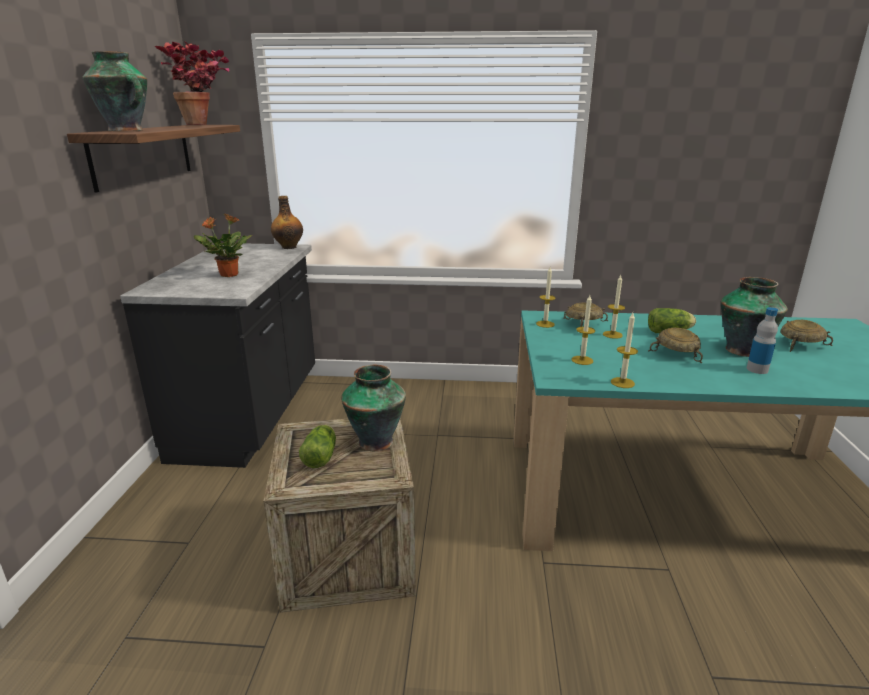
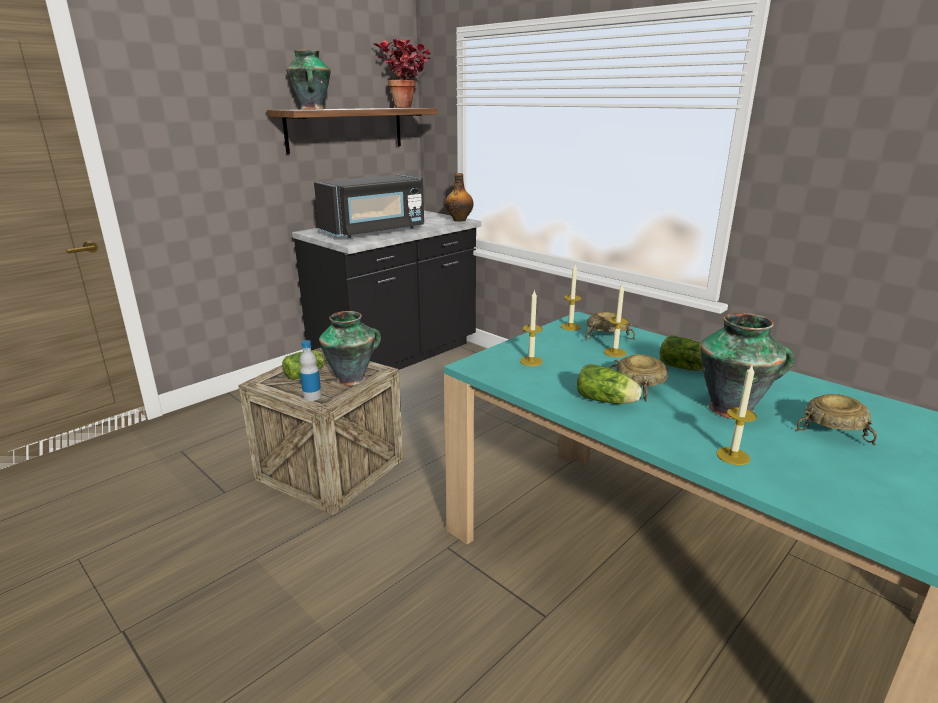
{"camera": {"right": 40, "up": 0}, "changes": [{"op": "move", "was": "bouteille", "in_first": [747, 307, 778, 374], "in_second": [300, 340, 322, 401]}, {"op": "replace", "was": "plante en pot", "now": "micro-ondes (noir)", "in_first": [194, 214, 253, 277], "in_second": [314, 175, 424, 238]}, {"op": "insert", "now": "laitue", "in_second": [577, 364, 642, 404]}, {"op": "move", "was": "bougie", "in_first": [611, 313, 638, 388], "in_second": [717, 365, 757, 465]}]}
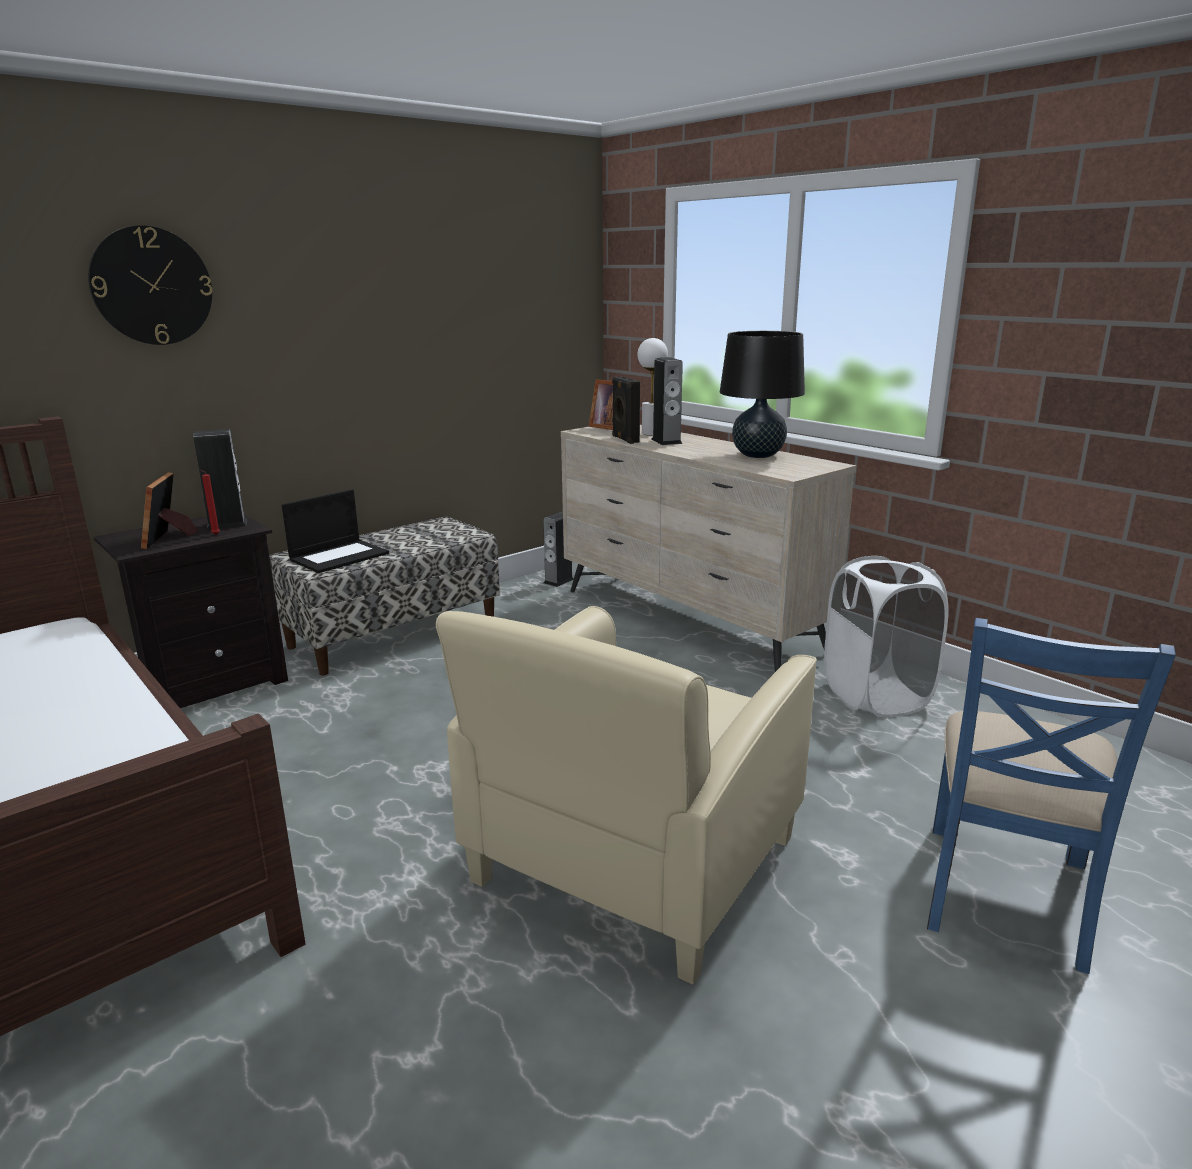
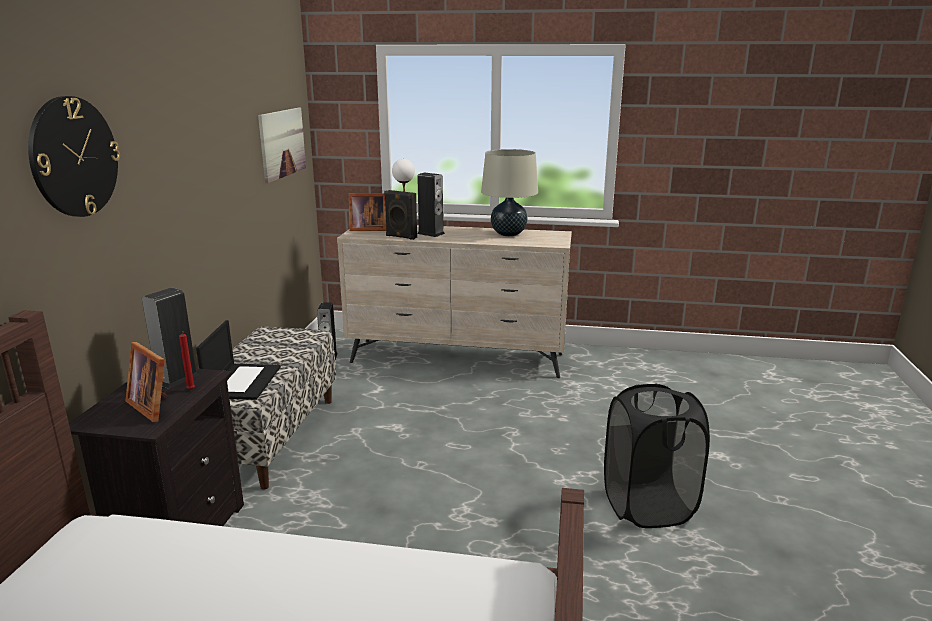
{"camera": {"right": -40, "up": 0}, "changes": [{"op": "insert", "now": "tableau", "in_second": [258, 108, 306, 183]}, {"op": "recolor", "was": "lampe de table (noir)", "now": "lampe de table (beige)", "in_first": [720, 331, 805, 458], "in_second": [481, 149, 538, 236]}, {"op": "replace", "was": "fauteuil (beige)", "now": "panier à linge (noir)", "in_first": [436, 606, 817, 985], "in_second": [604, 384, 710, 528]}, {"op": "delete", "was": "panier à linge (blanc)", "in_first": [824, 556, 949, 717]}, {"op": "delete", "was": "chaise (bleu)", "in_first": [927, 618, 1176, 974]}]}
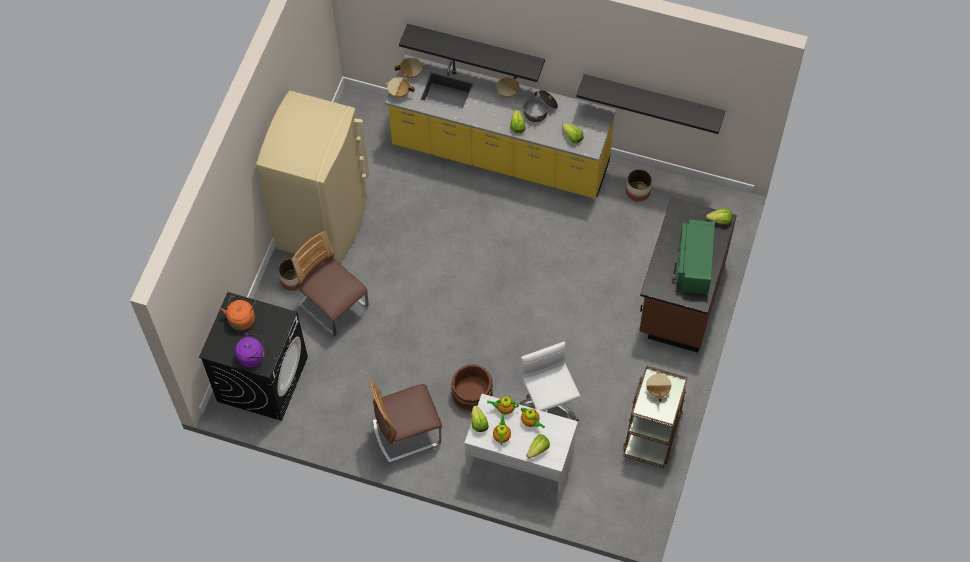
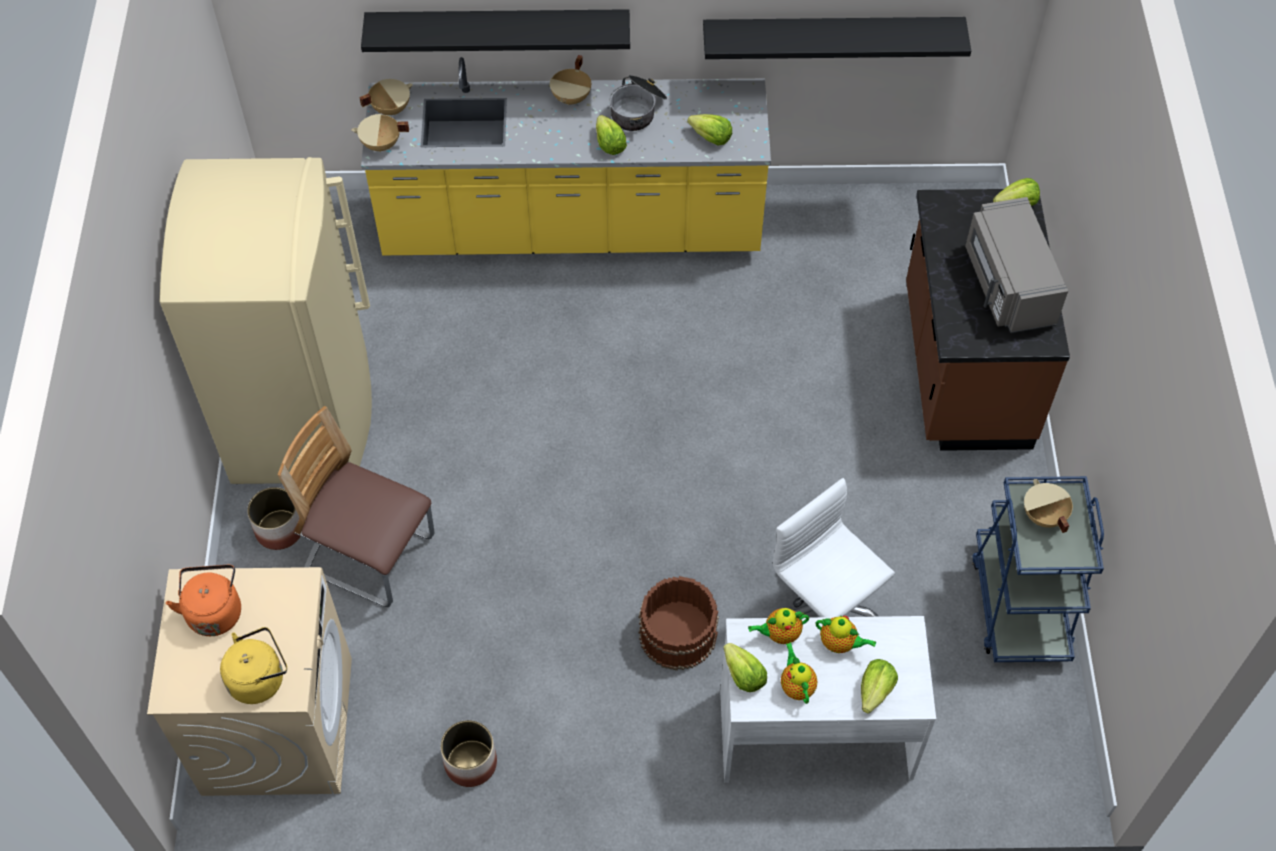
{"camera": {"right": -20, "up": -5}, "changes": [{"op": "recolor", "was": "lave-linge (noir)", "now": "lave-linge (beige)", "in_first": [199, 292, 308, 421], "in_second": [147, 567, 352, 796]}, {"op": "recolor", "was": "bouilloire (violet)", "now": "bouilloire (jaune)", "in_first": [235, 332, 265, 368], "in_second": [220, 627, 287, 704]}, {"op": "move", "was": "cache-pot", "in_first": [626, 169, 652, 202], "in_second": [440, 720, 497, 787]}, {"op": "recolor", "was": "micro-ondes (vert)", "now": "micro-ondes (gris)", "in_first": [673, 220, 715, 294], "in_second": [965, 197, 1068, 333]}, {"op": "recolor", "was": "chariot (marron)", "now": "chariot (bleu)", "in_first": [623, 365, 688, 468], "in_second": [972, 476, 1104, 662]}, {"op": "delete", "was": "chaise", "in_first": [370, 379, 442, 463]}]}
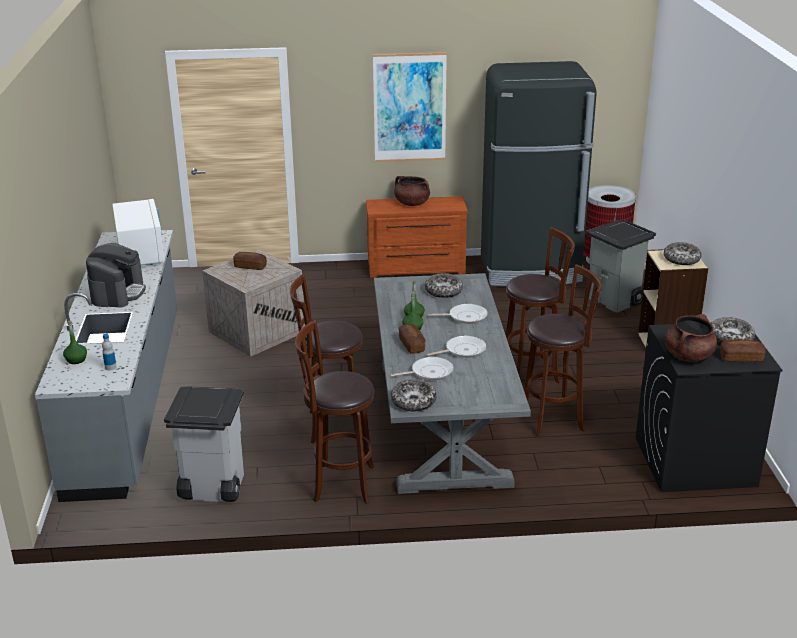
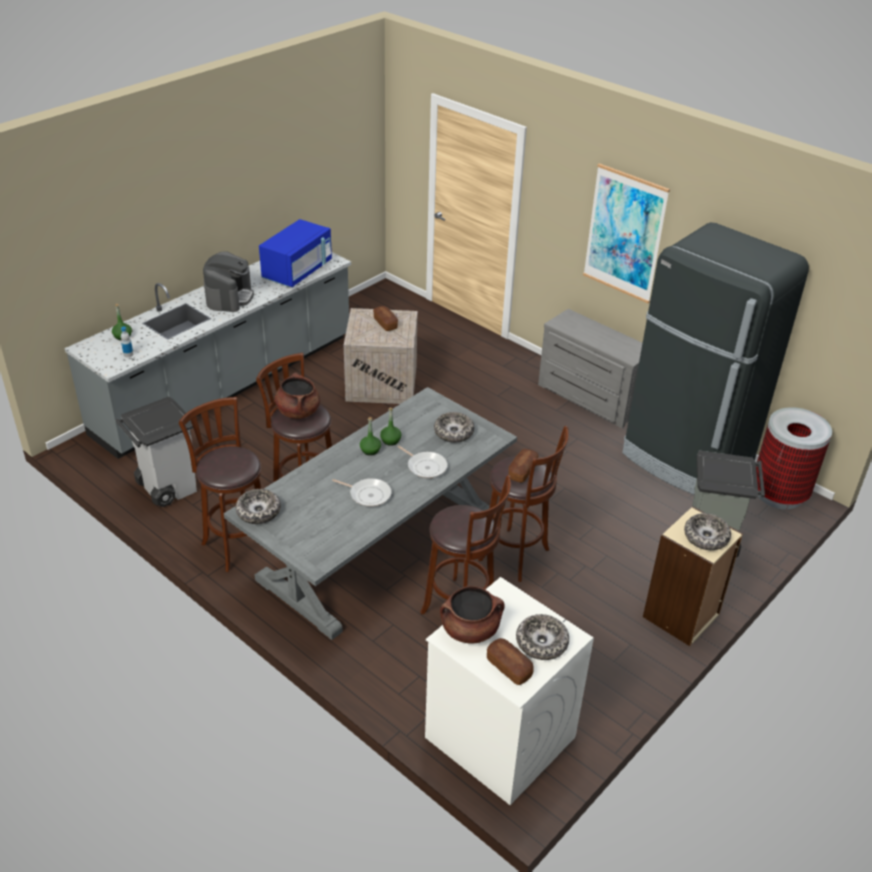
{"camera": {"right": 45, "up": 10}, "changes": [{"op": "rotate", "was": "machine à café", "in_first": [86, 243, 146, 308], "in_second": [203, 251, 254, 312], "clockwise": -45}, {"op": "recolor", "was": "micro-ondes (blanc)", "now": "micro-ondes (bleu)", "in_first": [112, 199, 165, 266], "in_second": [259, 219, 332, 287]}, {"op": "move", "was": "marmite (marron)", "in_first": [394, 176, 430, 206], "in_second": [275, 373, 320, 419]}, {"op": "recolor", "was": "lave-linge (noir)", "now": "lave-linge (blanc)", "in_first": [636, 322, 782, 492], "in_second": [425, 577, 594, 805]}, {"op": "move", "was": "pain", "in_first": [398, 324, 426, 354], "in_second": [508, 449, 539, 483]}, {"op": "recolor", "was": "commode (marron)", "now": "commode (gris)", "in_first": [366, 196, 468, 278], "in_second": [538, 309, 642, 428]}, {"op": "delete", "was": "poêle", "in_first": [390, 357, 454, 380]}]}
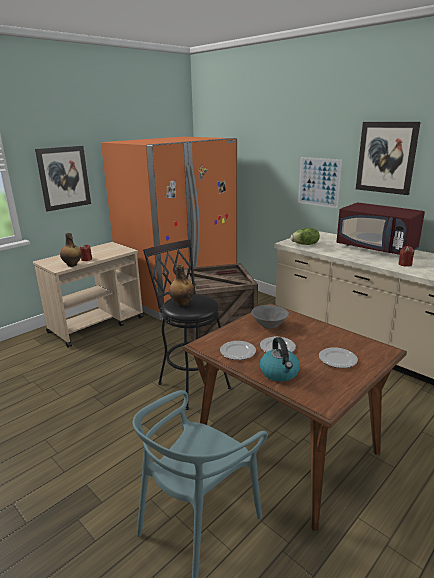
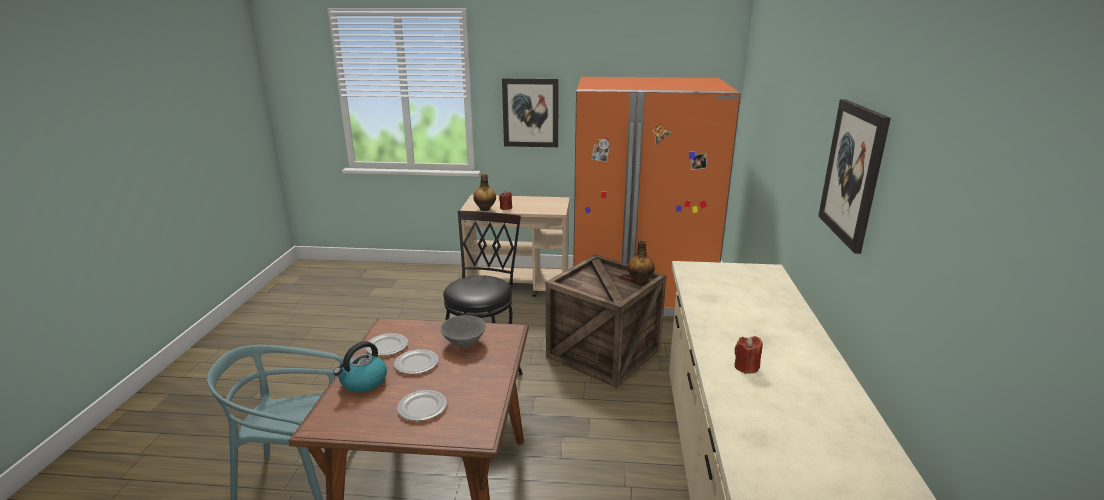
{"camera": {"right": 50, "up": 0}, "changes": [{"op": "move", "was": "bouteille", "in_first": [169, 264, 195, 307], "in_second": [627, 240, 655, 284]}, {"op": "delete", "was": "laitue", "in_first": [291, 228, 320, 245]}, {"op": "delete", "was": "tableau", "in_first": [298, 157, 342, 208]}, {"op": "delete", "was": "micro-ondes (rouge)", "in_first": [336, 202, 425, 255]}]}
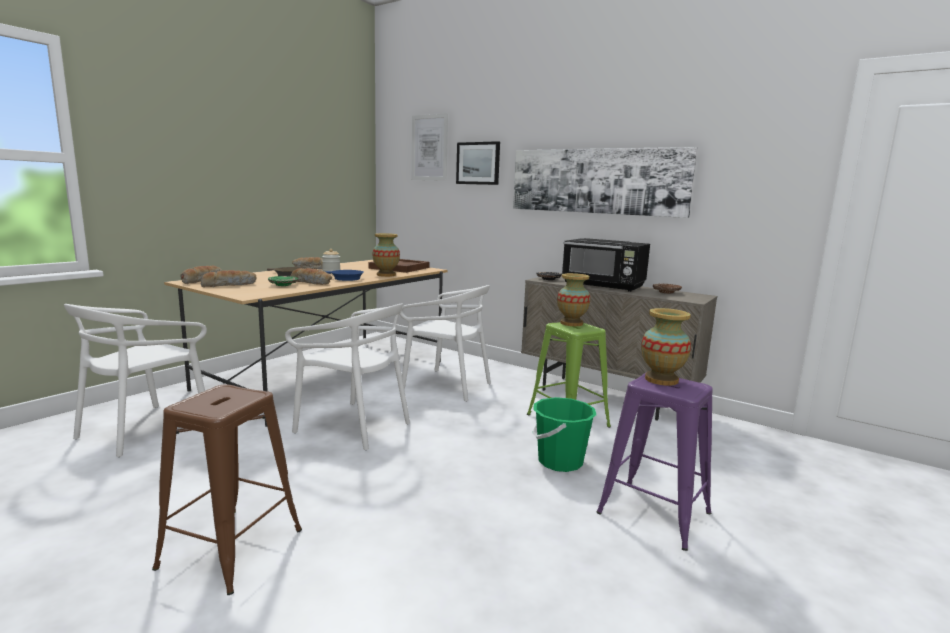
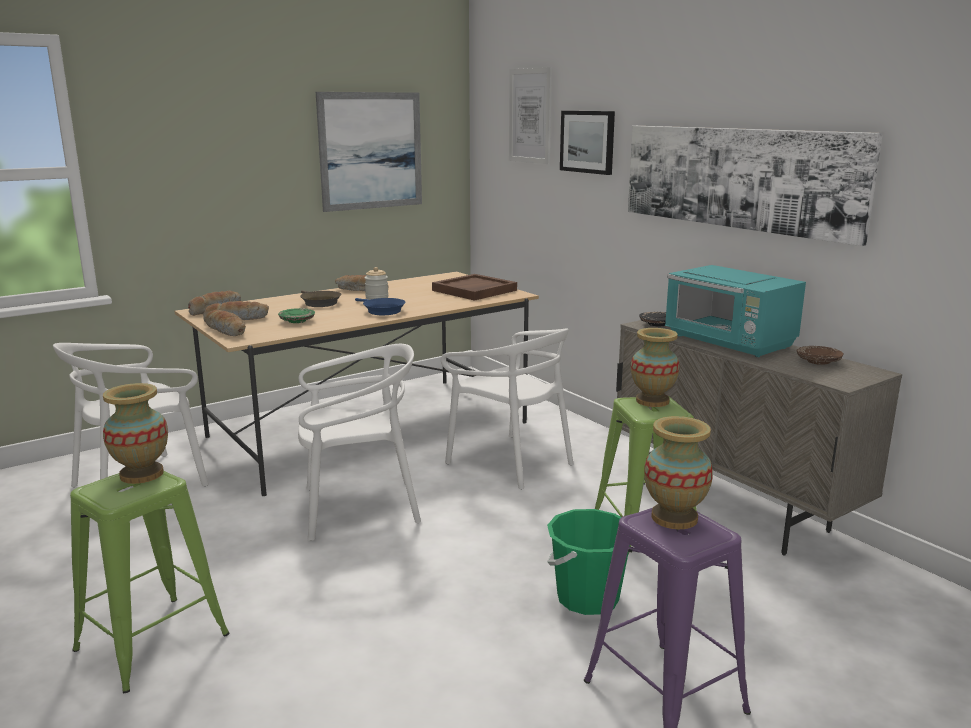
{"camera": {"right": 20, "up": 5}, "changes": [{"op": "recolor", "was": "tabouret (marron)", "now": "tabouret (vert)", "in_first": [152, 384, 302, 595], "in_second": [70, 471, 229, 693]}, {"op": "move", "was": "vase", "in_first": [372, 233, 400, 277], "in_second": [103, 383, 168, 484]}, {"op": "move", "was": "pain", "in_first": [291, 268, 332, 285], "in_second": [205, 310, 246, 336]}, {"op": "rotate", "was": "chaise (blanc)", "in_first": [285, 303, 410, 450], "in_second": [298, 344, 421, 541], "clockwise": -60}, {"op": "insert", "now": "tableau", "in_second": [316, 92, 422, 212]}, {"op": "recolor", "was": "micro-ondes (noir)", "now": "micro-ondes (turquoise)", "in_first": [562, 238, 650, 292], "in_second": [665, 265, 806, 357]}]}
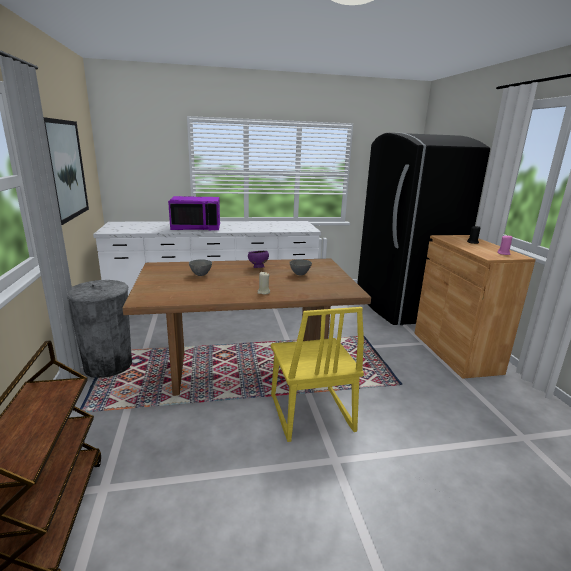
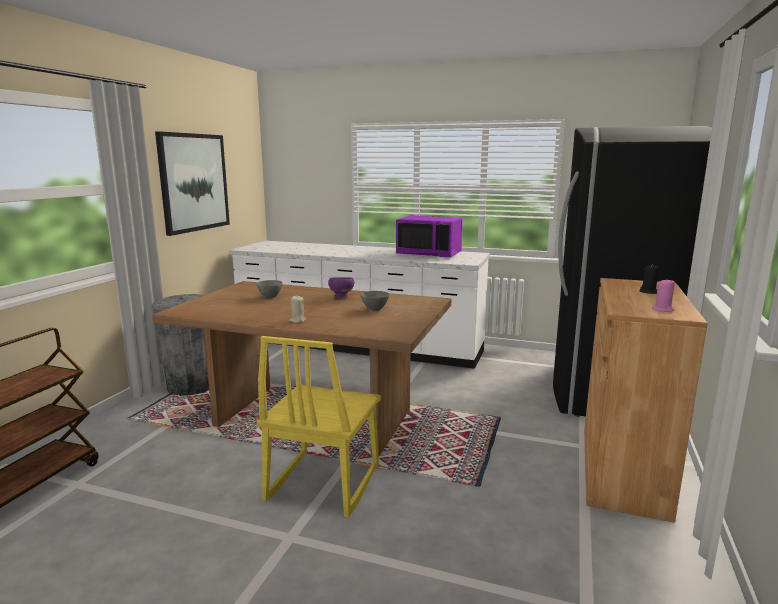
{"camera": {"right": 30, "up": -5}, "changes": [{"op": "move", "was": "micro-ondes (violet)", "in_first": [168, 196, 220, 230], "in_second": [396, 215, 462, 257]}]}
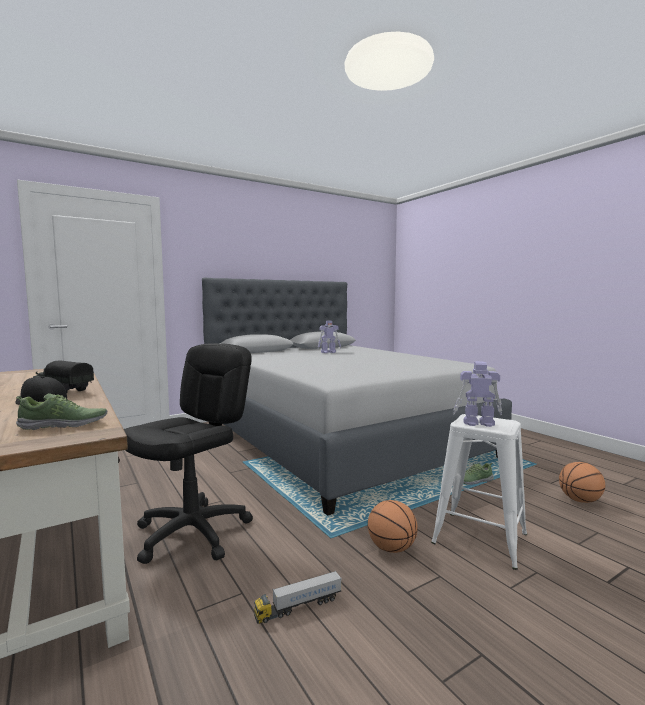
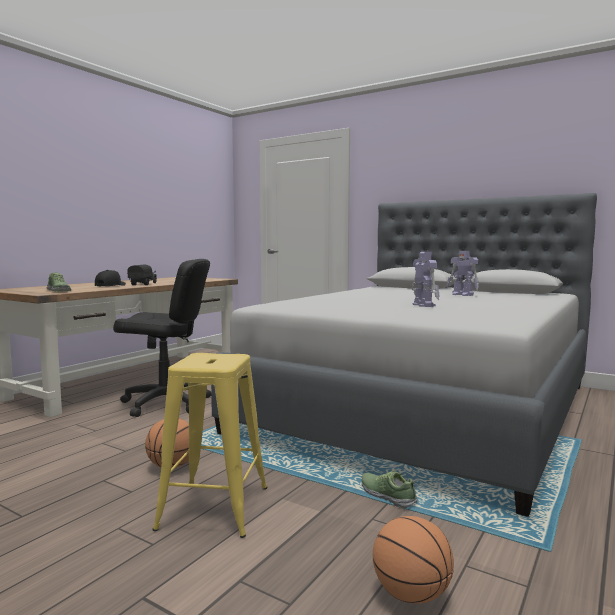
{"camera": {"right": 65, "up": 0}, "changes": [{"op": "recolor", "was": "tabouret (blanc)", "now": "tabouret (jaune)", "in_first": [431, 414, 527, 570], "in_second": [152, 353, 268, 538]}, {"op": "move", "was": "robot jouet", "in_first": [453, 361, 502, 427], "in_second": [412, 252, 440, 307]}, {"op": "delete", "was": "camion jouet", "in_first": [254, 571, 342, 624]}]}
